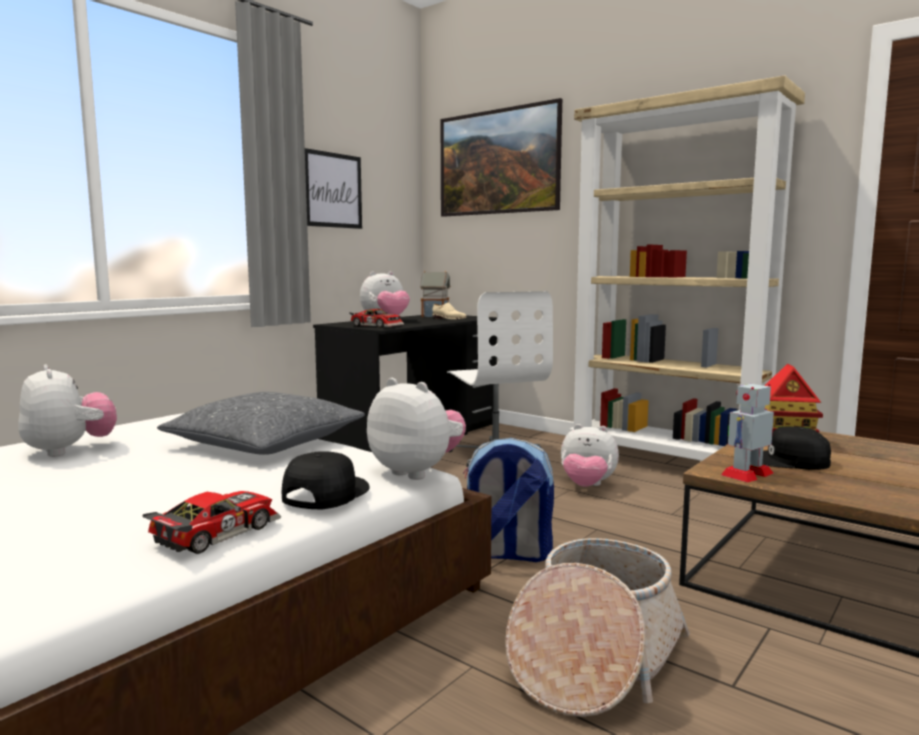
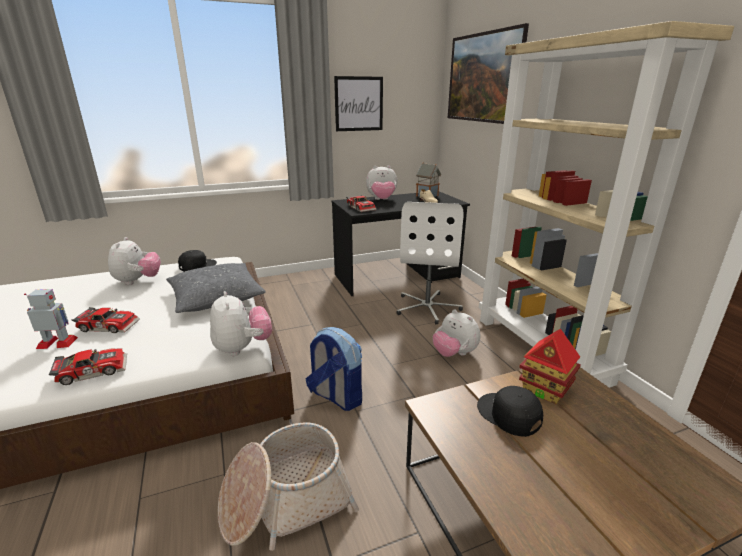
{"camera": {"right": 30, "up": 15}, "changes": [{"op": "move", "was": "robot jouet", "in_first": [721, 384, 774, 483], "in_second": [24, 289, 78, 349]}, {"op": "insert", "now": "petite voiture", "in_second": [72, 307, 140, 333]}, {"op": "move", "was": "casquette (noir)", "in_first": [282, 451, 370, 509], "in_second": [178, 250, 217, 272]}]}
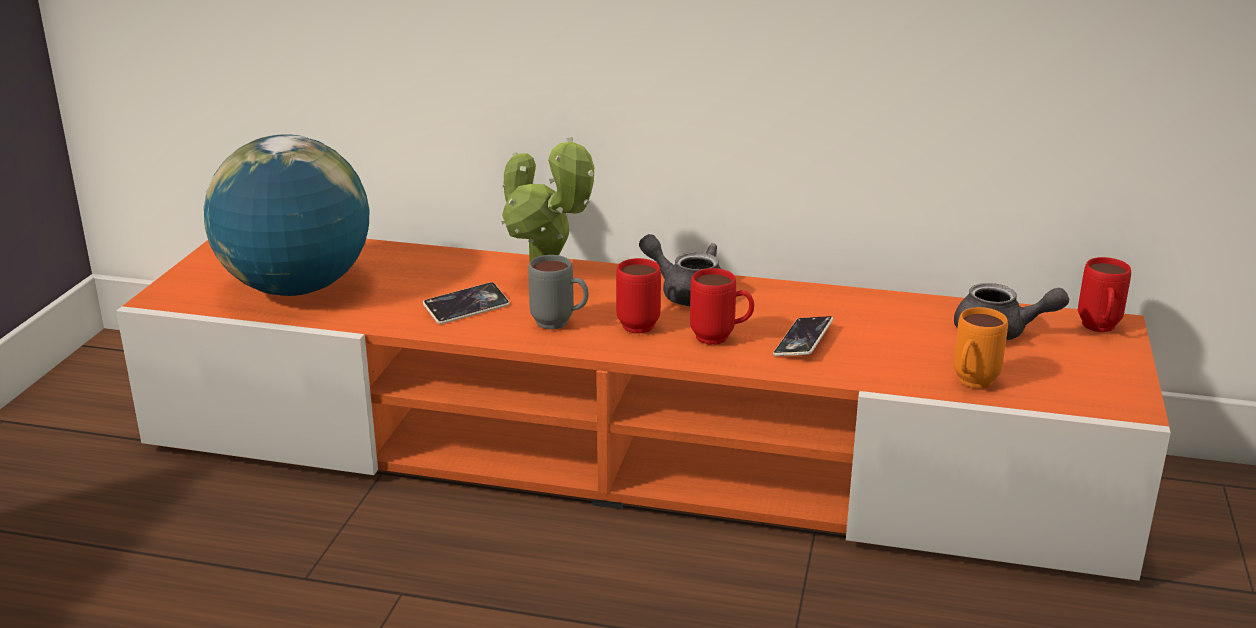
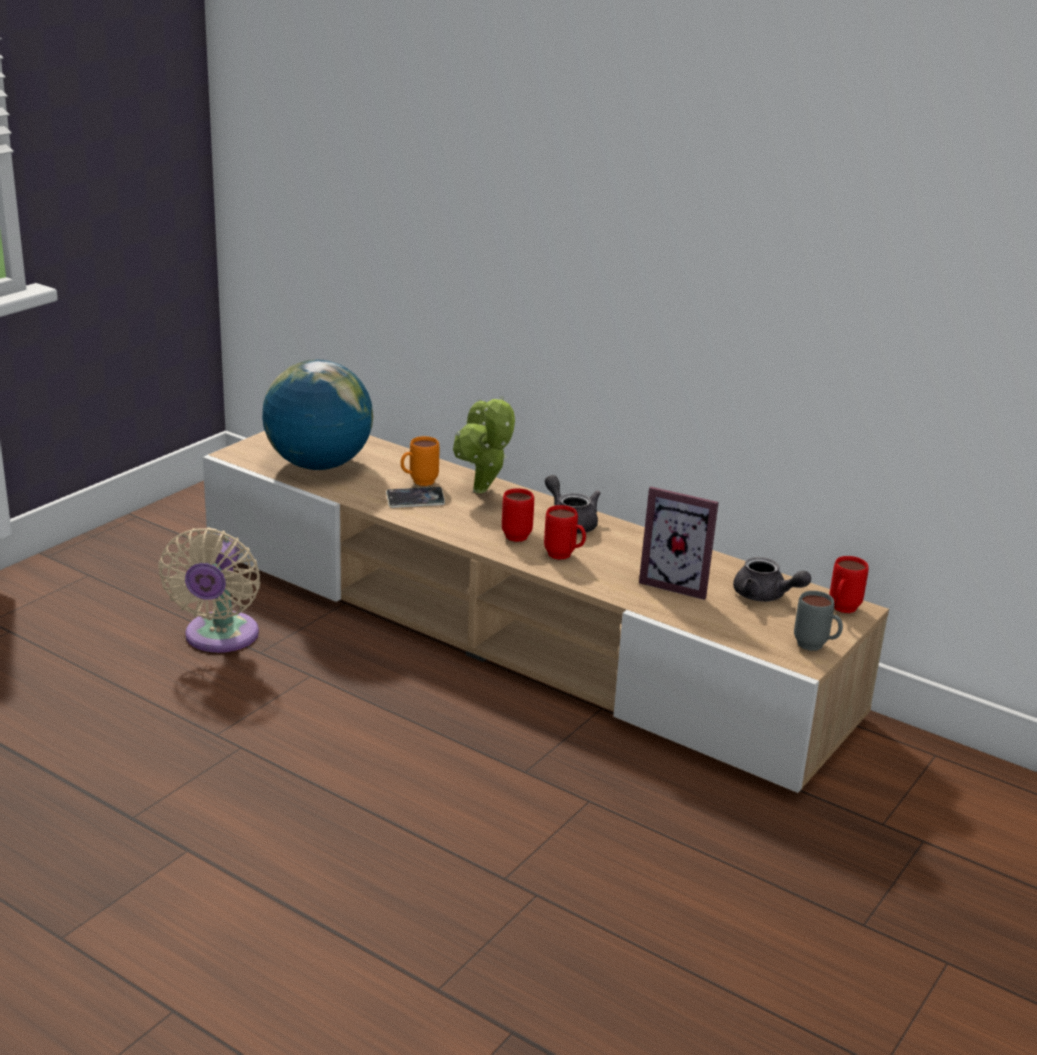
{"camera": {"right": 20, "up": 0}, "changes": [{"op": "insert", "now": "ventilateur (beige)", "in_second": [158, 527, 260, 653]}, {"op": "recolor", "was": "meuble télé (orange)", "now": "meuble télé (beige)", "in_first": [116, 239, 1171, 581], "in_second": [203, 431, 889, 793]}, {"op": "move", "was": "mug (orange)", "in_first": [953, 307, 1008, 389], "in_second": [401, 436, 439, 486]}, {"op": "insert", "now": "cadre photo", "in_second": [639, 487, 719, 600]}, {"op": "move", "was": "mug (gris)", "in_first": [528, 255, 589, 330], "in_second": [794, 591, 843, 651]}, {"op": "delete", "was": "téléphone", "in_first": [773, 316, 833, 356]}]}
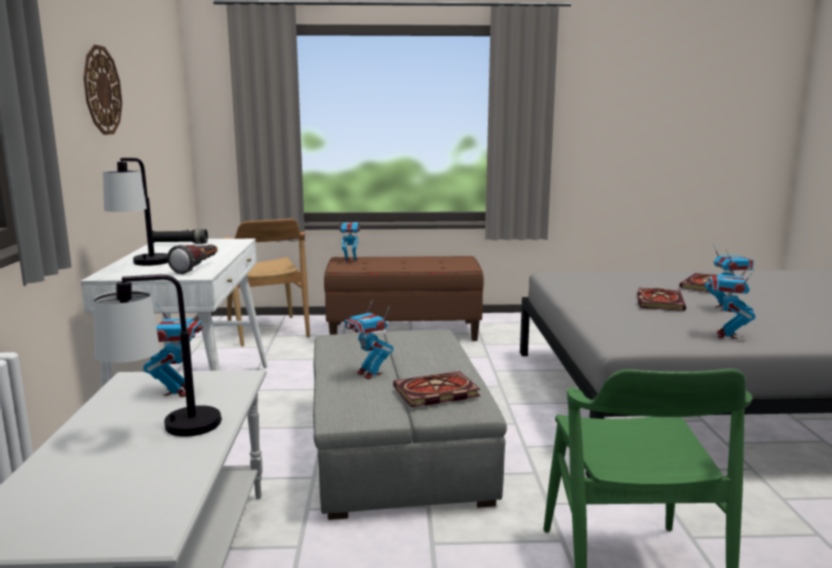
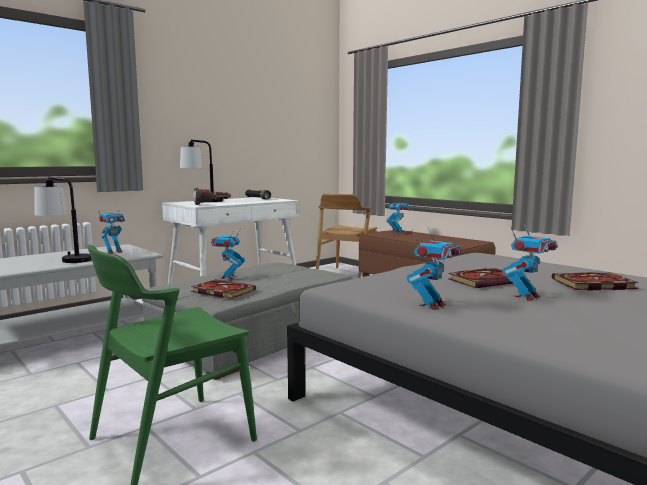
{"camera": {"right": 50, "up": -5}, "changes": [{"op": "rotate", "was": "robot jouet", "in_first": [709, 264, 755, 339], "in_second": [407, 228, 461, 310], "clockwise": 150}, {"op": "delete", "was": "horloge murale", "in_first": [83, 45, 122, 135]}]}
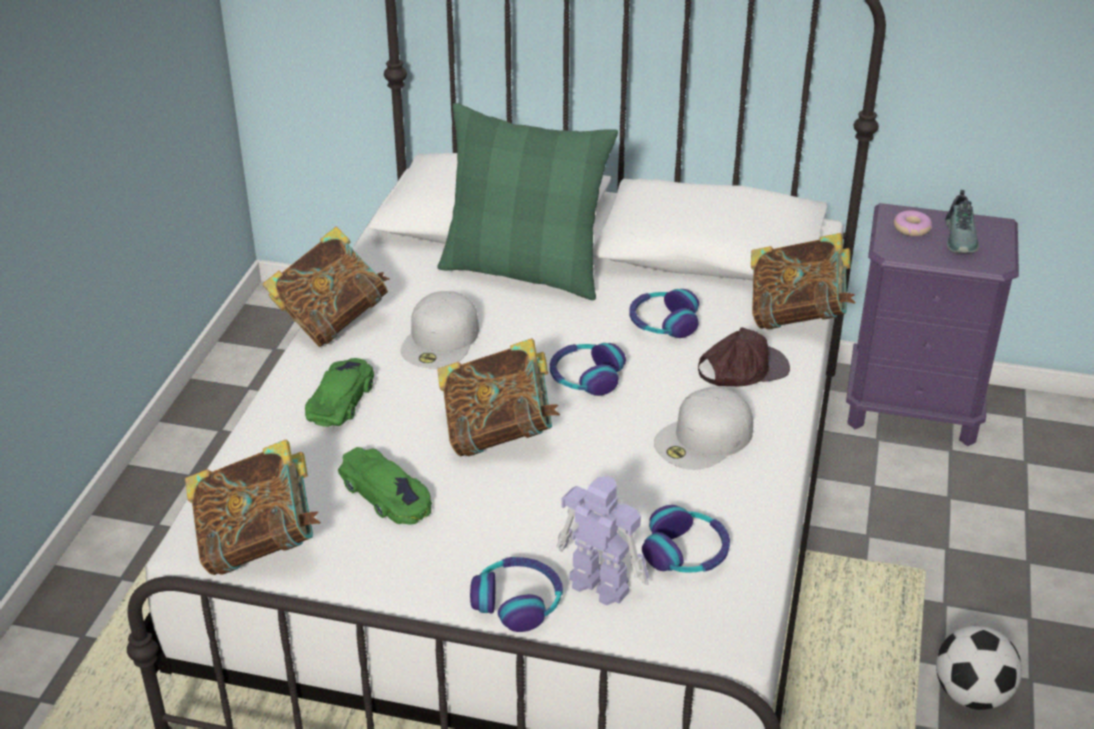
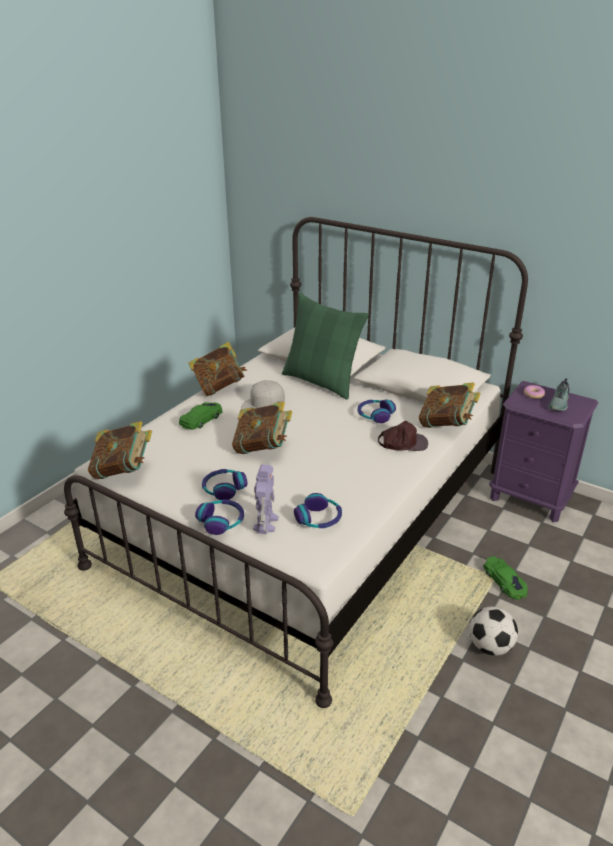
{"camera": {"right": 20, "up": -5}, "changes": [{"op": "move", "was": "casque audio", "in_first": [550, 343, 626, 396], "in_second": [202, 469, 247, 500]}, {"op": "rotate", "was": "robot jouet", "in_first": [556, 476, 649, 605], "in_second": [253, 464, 279, 534], "clockwise": 45}, {"op": "move", "was": "petite voiture (vert)", "in_first": [338, 447, 432, 525], "in_second": [483, 556, 528, 600]}, {"op": "delete", "was": "casquette (blanc)", "in_first": [654, 387, 753, 470]}]}
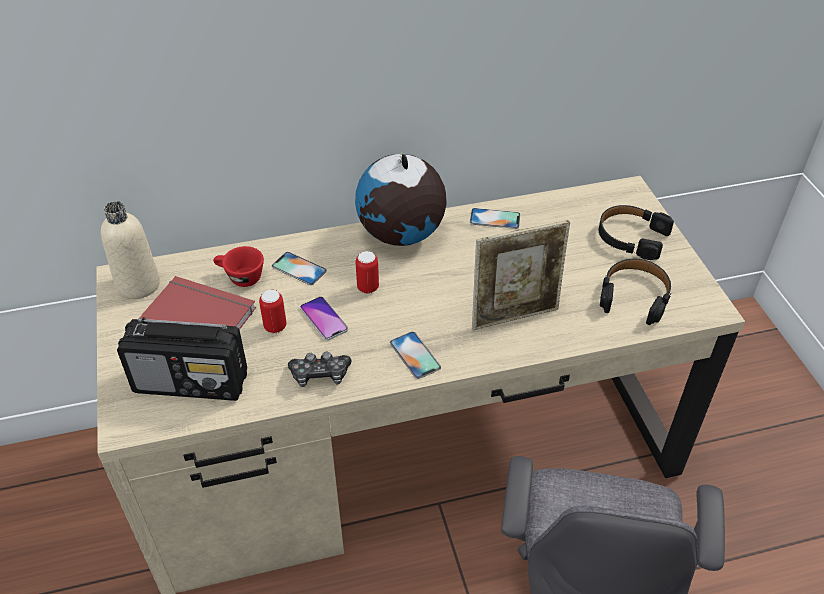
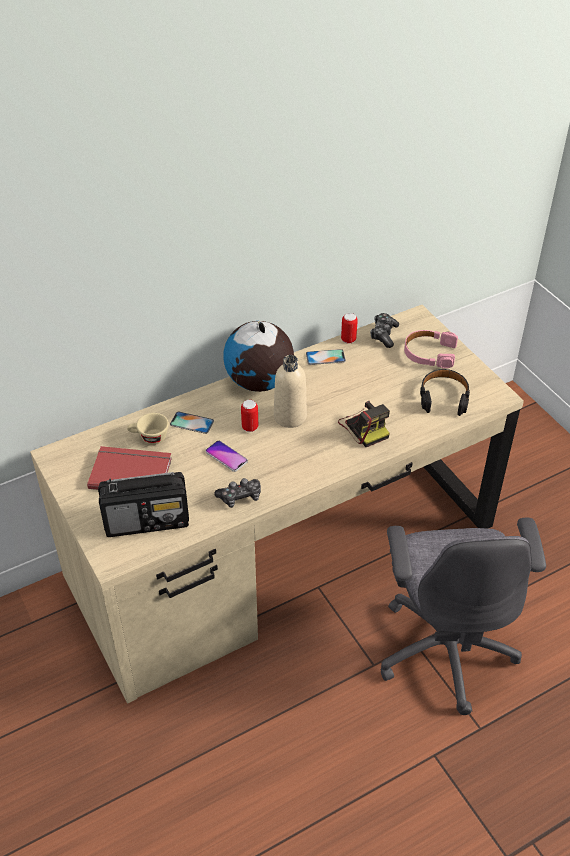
{"camera": {"right": -15, "up": 0}, "changes": [{"op": "recolor", "was": "tasse (rouge)", "now": "tasse (beige)", "in_first": [213, 246, 264, 287], "in_second": [127, 413, 169, 445]}, {"op": "move", "was": "bouteille (beige)", "in_first": [101, 201, 160, 299], "in_second": [274, 355, 307, 428]}, {"op": "replace", "was": "cadre photo", "now": "appareil photo", "in_first": [472, 220, 570, 330], "in_second": [338, 401, 390, 447]}, {"op": "move", "was": "boîte métallique", "in_first": [259, 290, 287, 333], "in_second": [341, 313, 358, 343]}, {"op": "insert", "now": "manette", "in_second": [370, 313, 399, 348]}, {"op": "recolor", "was": "casque audio (noir)", "now": "casque audio (rose)", "in_first": [599, 205, 674, 260], "in_second": [404, 330, 458, 369]}, {"op": "delete", "was": "téléphone", "in_first": [390, 332, 441, 379]}]}
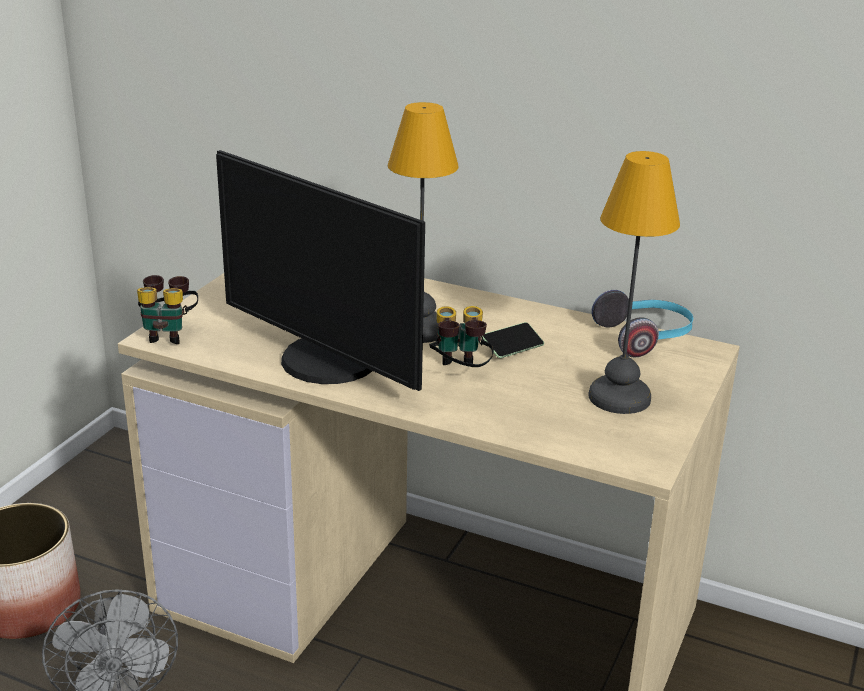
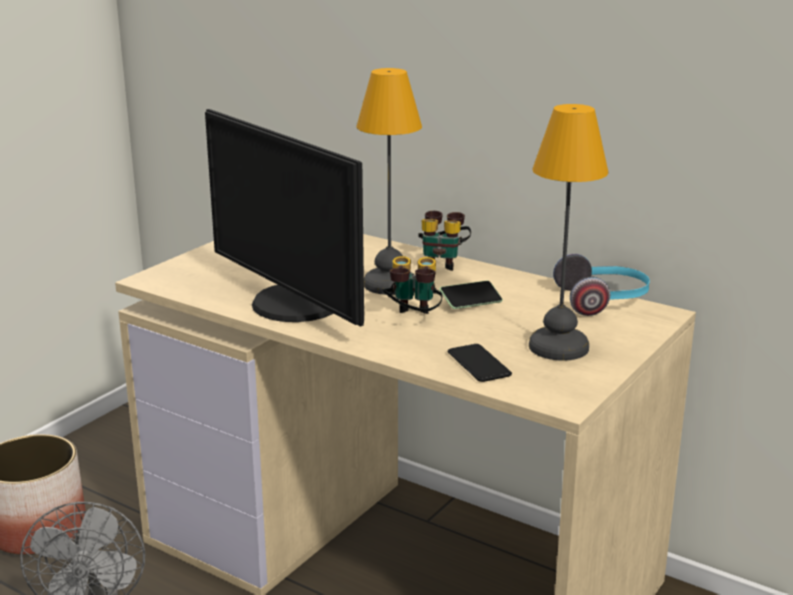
{"camera": {"right": 10, "up": -5}, "changes": [{"op": "move", "was": "jumelles", "in_first": [137, 275, 198, 344], "in_second": [419, 211, 471, 271]}, {"op": "insert", "now": "téléphone", "in_second": [448, 344, 512, 382]}]}
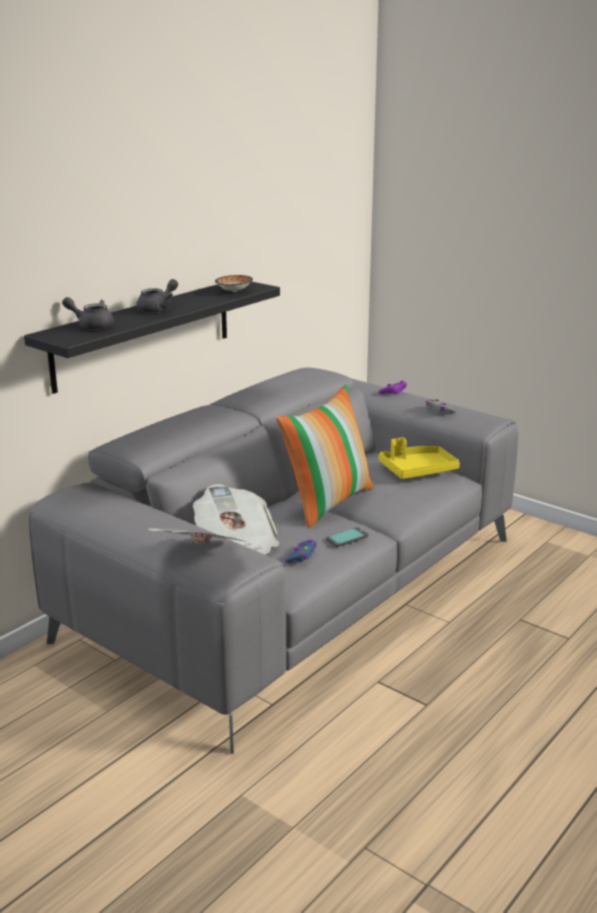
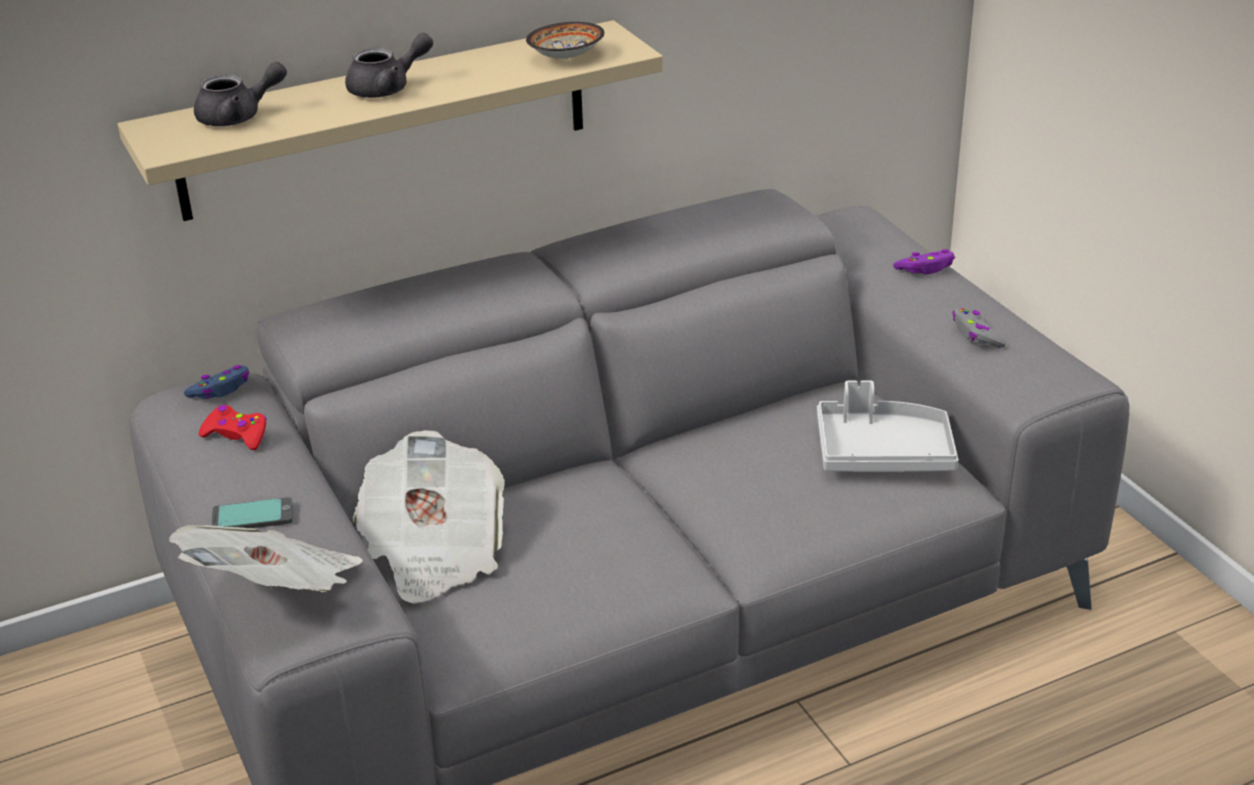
{"camera": {"right": 25, "up": 10}, "changes": [{"op": "recolor", "was": "étagère (noir)", "now": "étagère (beige)", "in_first": [24, 281, 280, 394], "in_second": [118, 20, 663, 221]}, {"op": "move", "was": "manette (bleu)", "in_first": [285, 539, 317, 563], "in_second": [184, 365, 249, 399]}, {"op": "rotate", "was": "théière (gris)", "in_first": [62, 297, 114, 330], "in_second": [194, 62, 287, 126], "clockwise": 120}, {"op": "insert", "now": "manette (rouge)", "in_second": [199, 405, 267, 450]}, {"op": "move", "was": "téléphone", "in_first": [326, 527, 369, 547], "in_second": [211, 497, 293, 528]}, {"op": "recolor", "was": "plateau (jaune)", "now": "plateau (gris)", "in_first": [379, 437, 460, 479], "in_second": [817, 380, 958, 472]}, {"op": "delete", "was": "coussin", "in_first": [276, 385, 374, 528]}]}
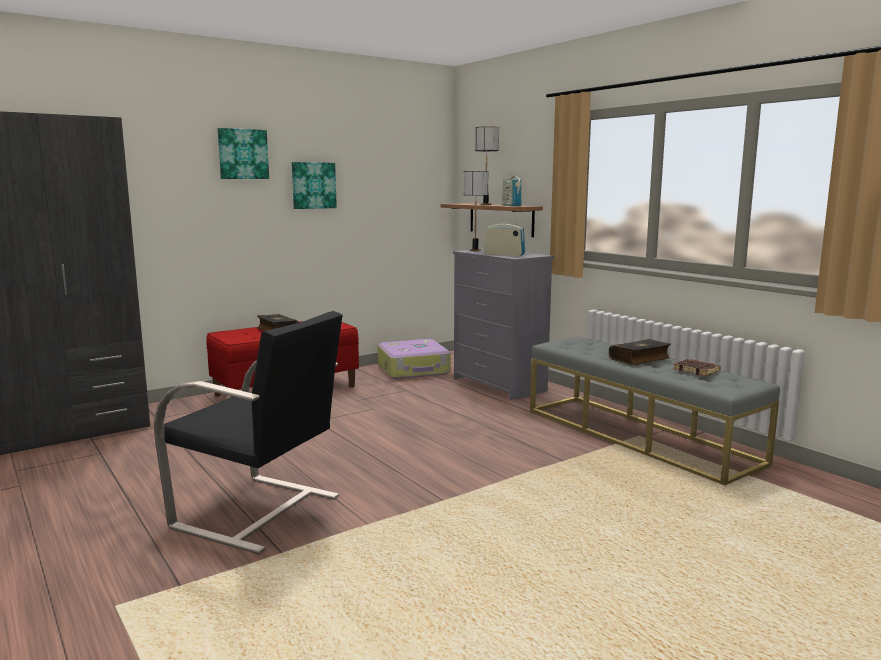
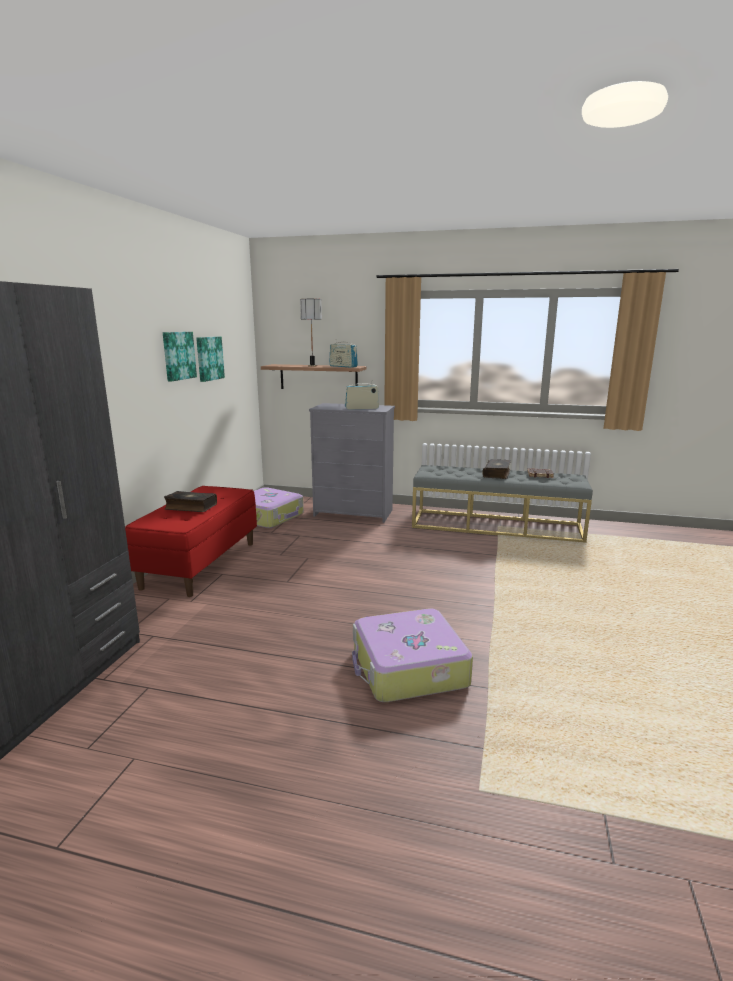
{"camera": {"right": -40, "up": 5}, "changes": [{"op": "move", "was": "tableau", "in_first": [218, 128, 269, 179], "in_second": [196, 337, 225, 382]}, {"op": "replace", "was": "fauteuil (noir)", "now": "valise", "in_first": [154, 311, 343, 554], "in_second": [352, 608, 473, 702]}, {"op": "delete", "was": "lampe de table", "in_first": [463, 171, 489, 251]}]}
